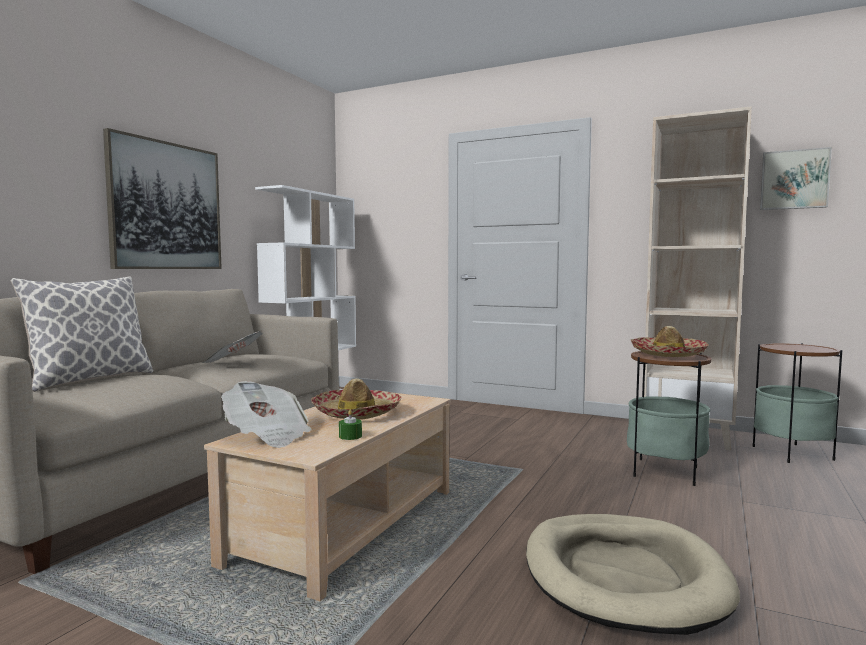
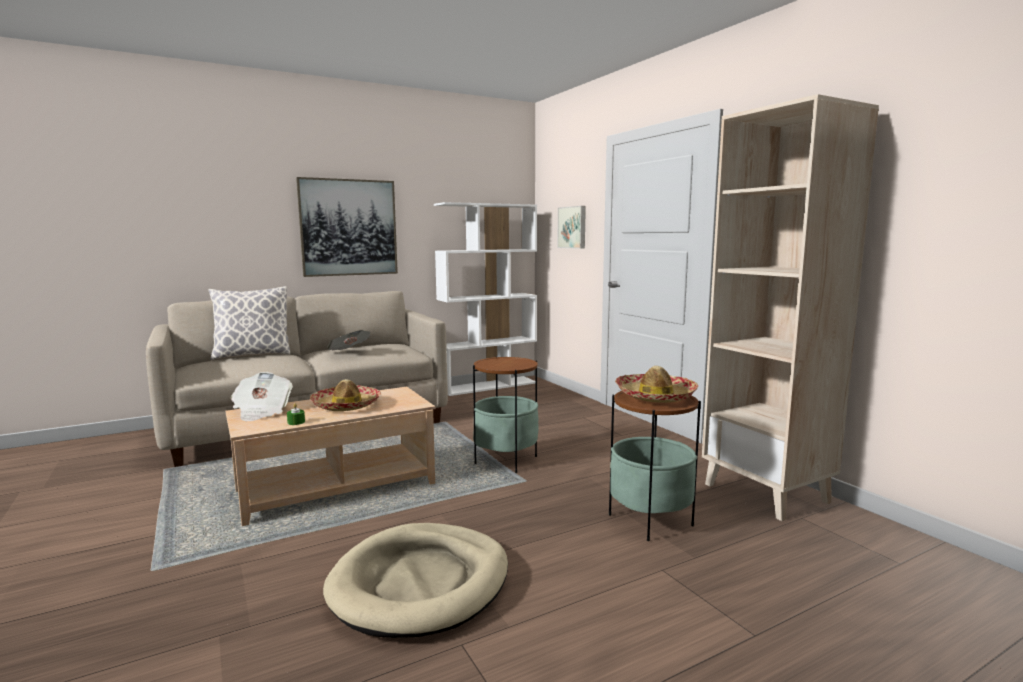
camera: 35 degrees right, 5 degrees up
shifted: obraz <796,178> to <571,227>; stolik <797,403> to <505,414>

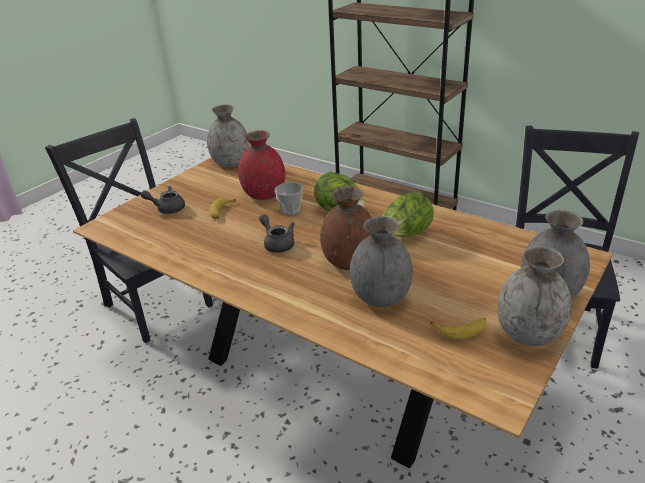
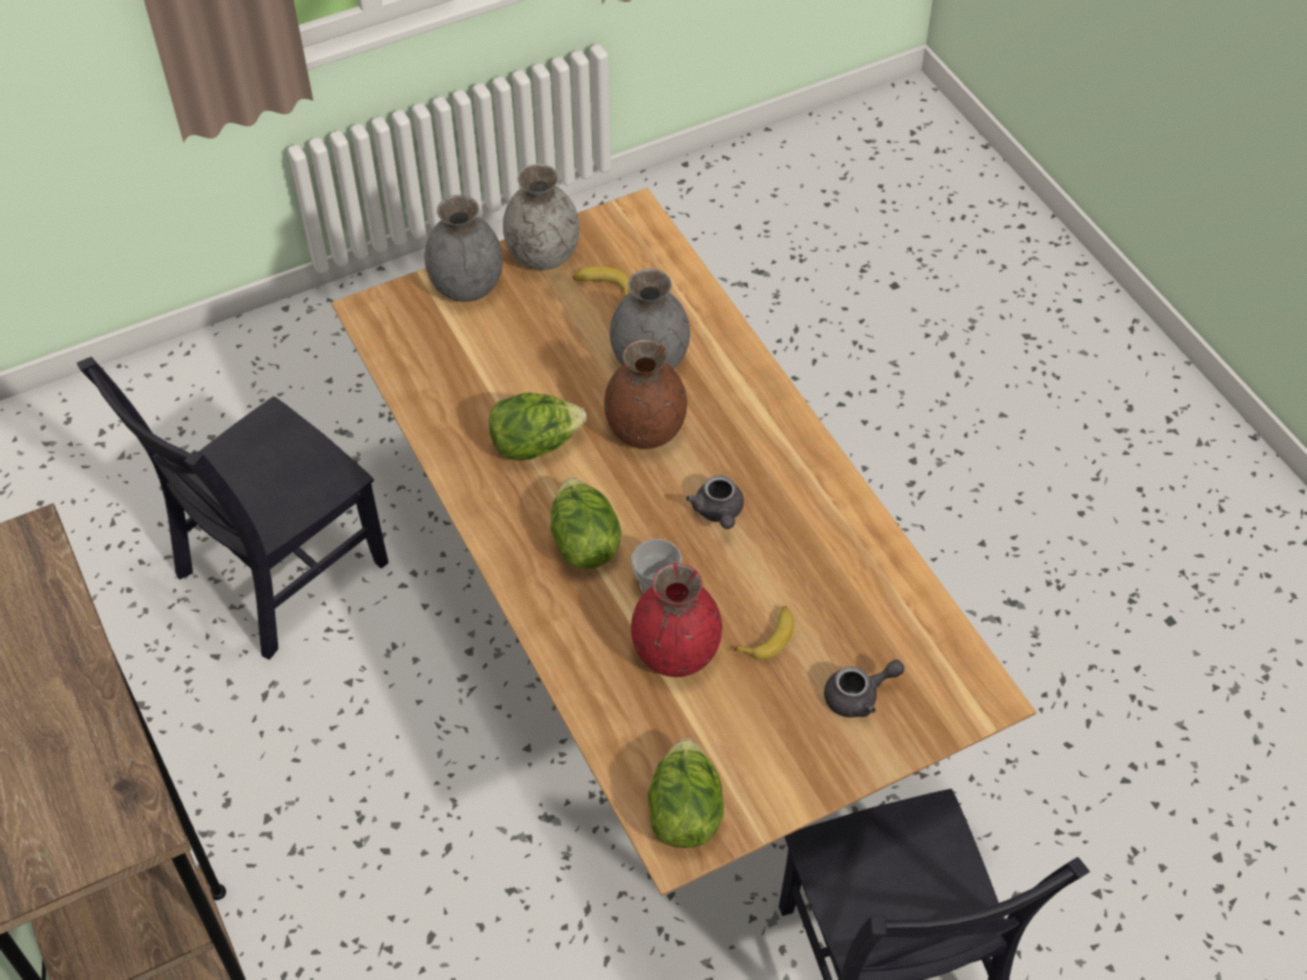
camera: 155 degrees left, 20 degrees up
swapped: wazon [szary] <228,135> to sałata <686,793>
rotated: imbryk [szary] <163,200> = <864,689> 45 degrees counterclockwise

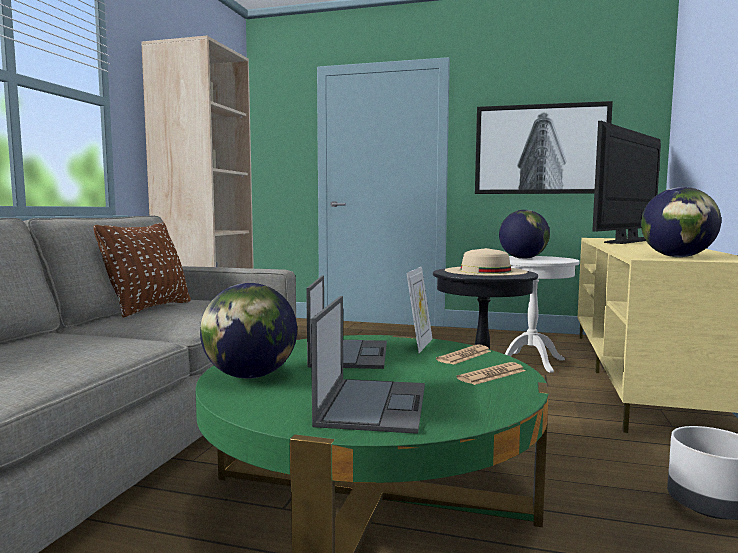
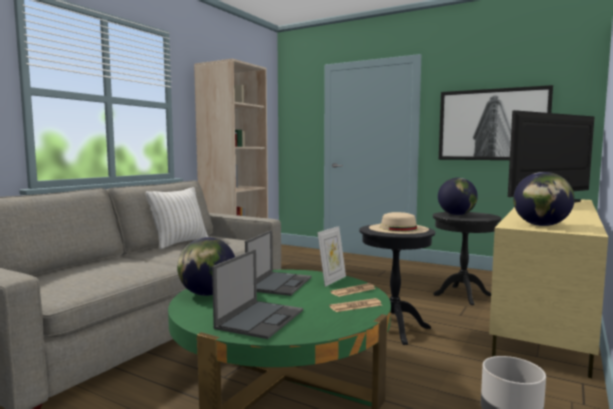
camera: 15 degrees right, 0 degrees up
repainted: poduszka [brązowy] <142,270> to poduszka [biały] <177,218>; stolik [biały] <542,314> to stolik [czarny] <467,258>

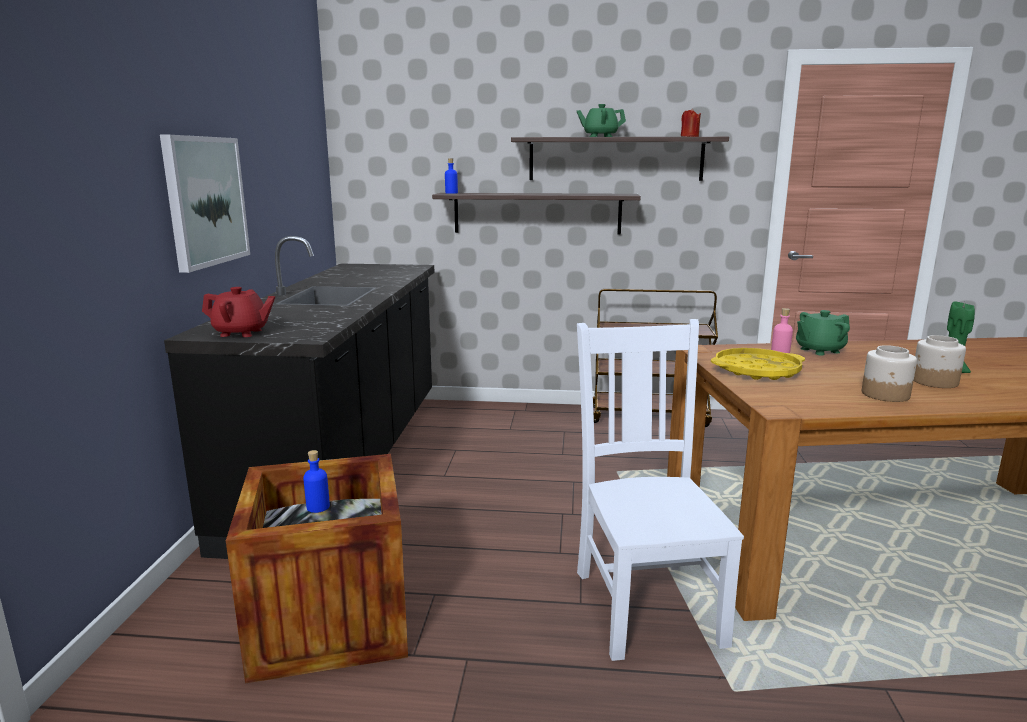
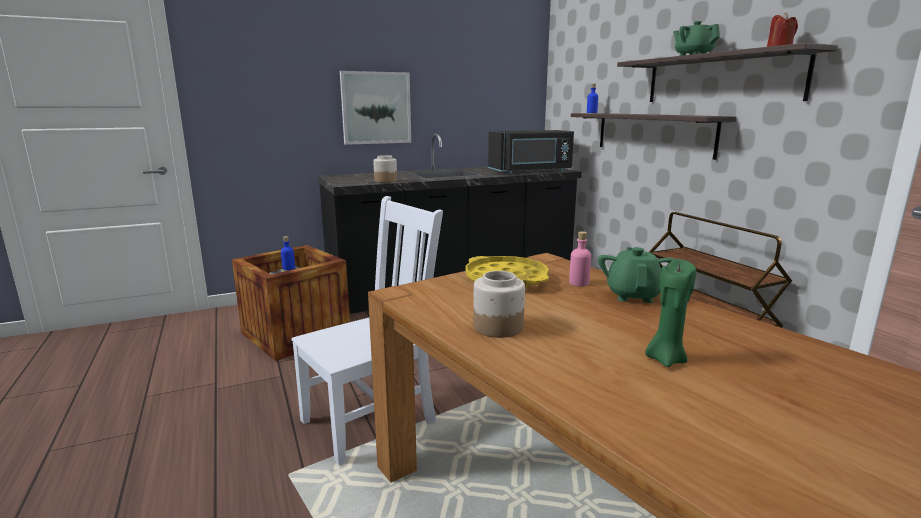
camera: 60 degrees right, 0 degrees up
gone: imbryk [czerwony] <238,312>
new: mikrofalówka [czarny] <531,152>
shifted: słoik <940,361> to <385,169>
rotated: imbryk [zielony] <823,332> = <636,275> 60 degrees clockwise

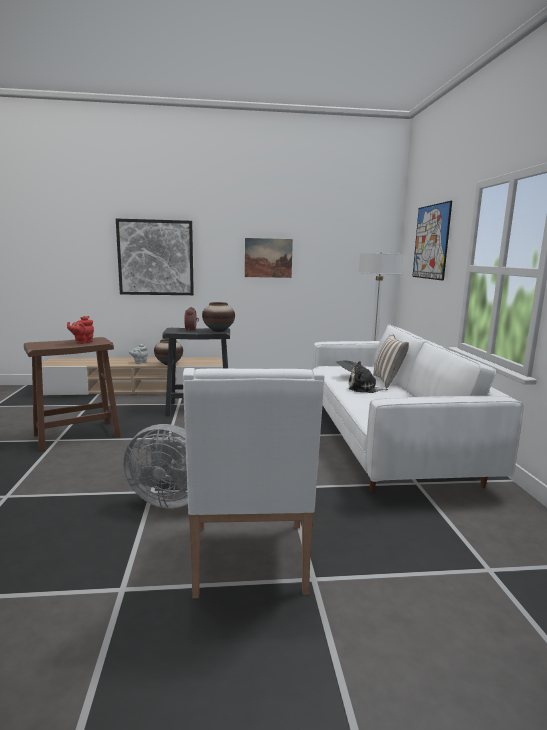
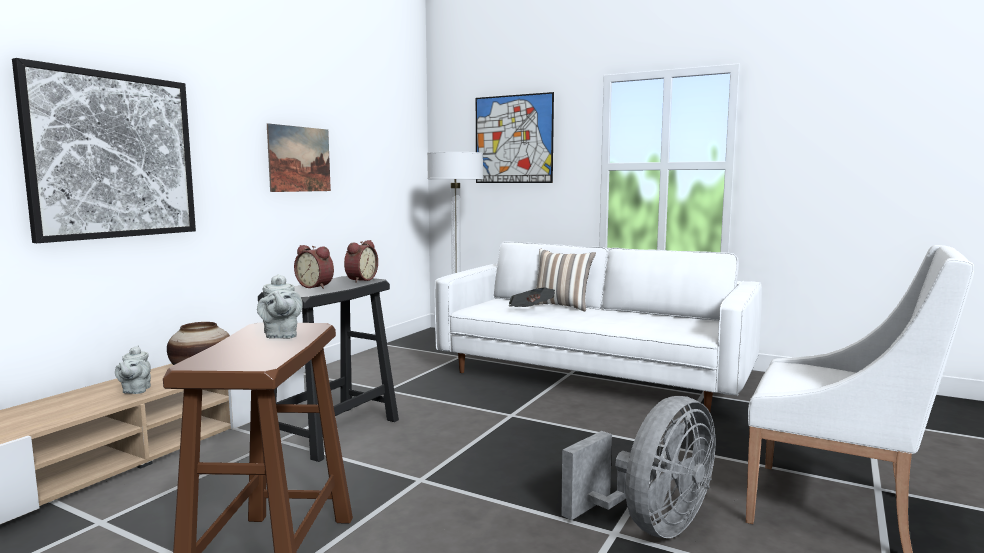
camera: 55 degrees left, 5 degrees down
gone: pluszak <368,377>
swapped: wazon <218,317> to budzik <361,261>
repainted: imbryk [czerwony] <80,330> to imbryk [szary] <280,306>

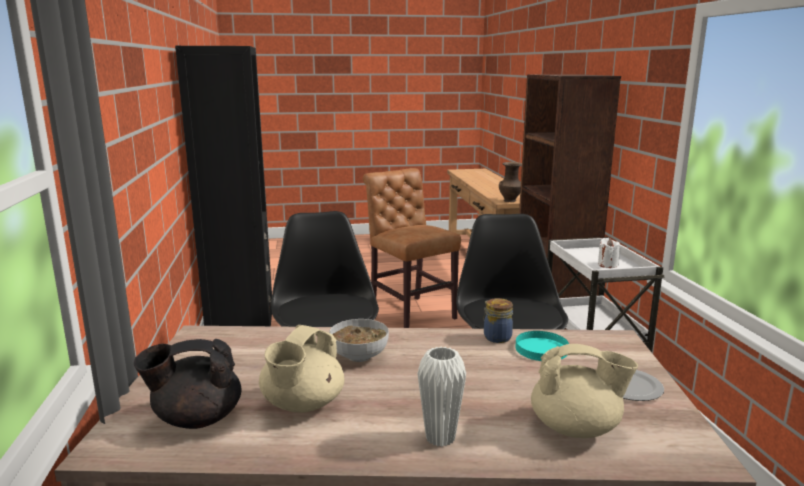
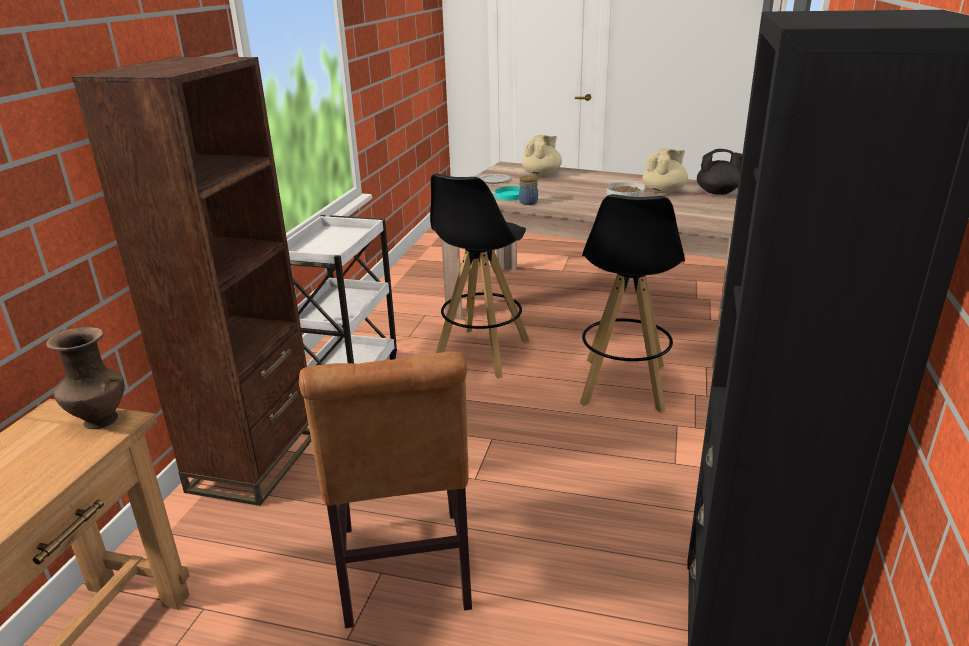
camera: 155 degrees left, 10 degrees up
gone: świeca [biały] <609,253>; wazon [biały] <441,397>
rotated: imbryk [beżowy] <584,391> = <542,155> 90 degrees clockwise

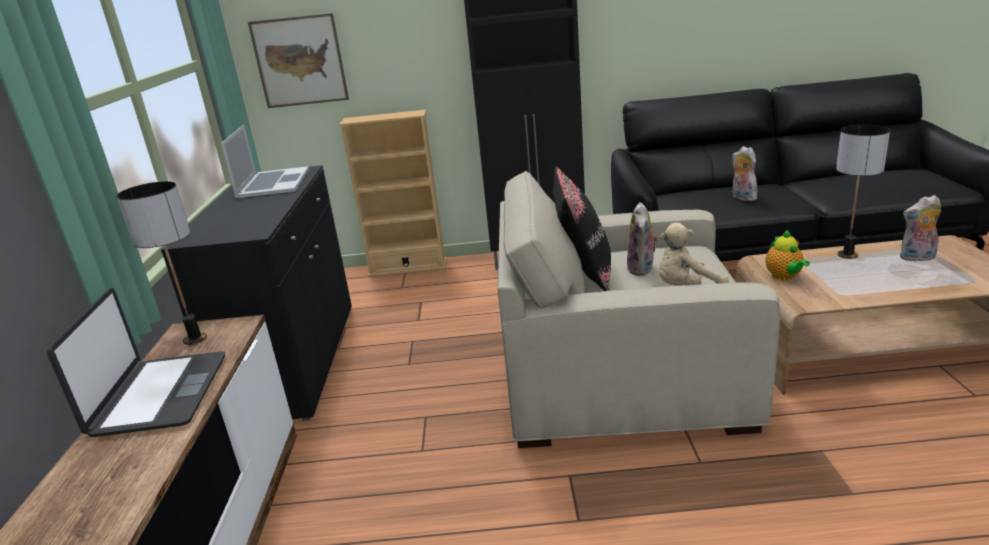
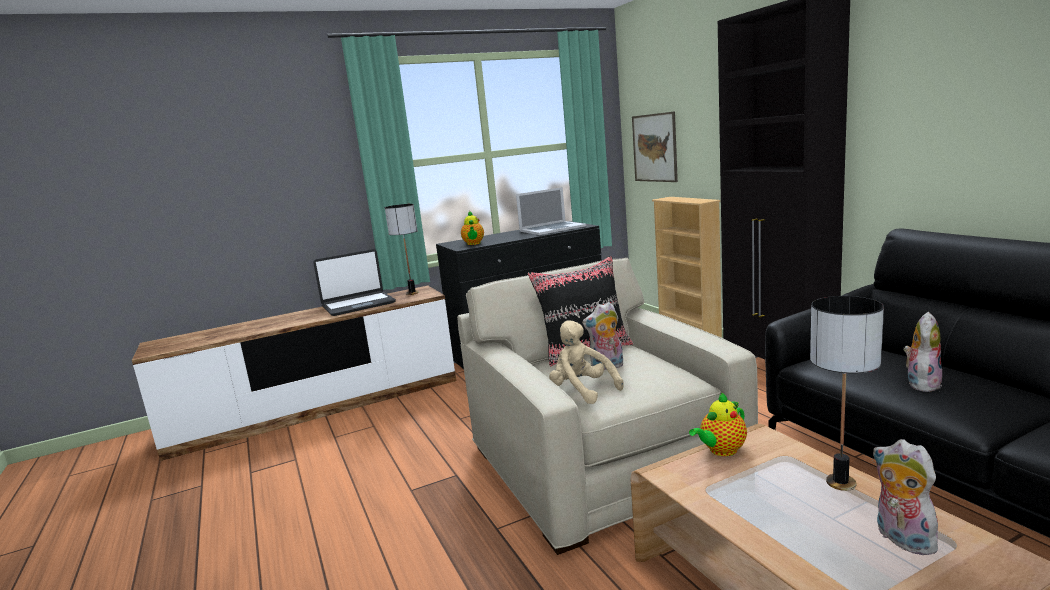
camera: 65 degrees right, 10 degrees down
new: imbryk <472,228>

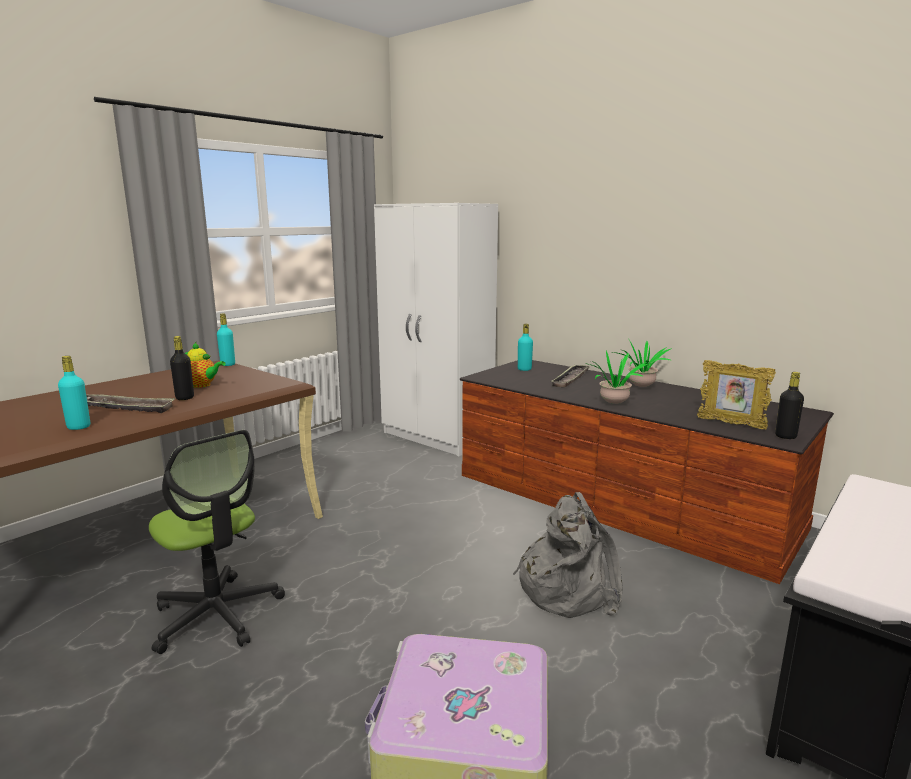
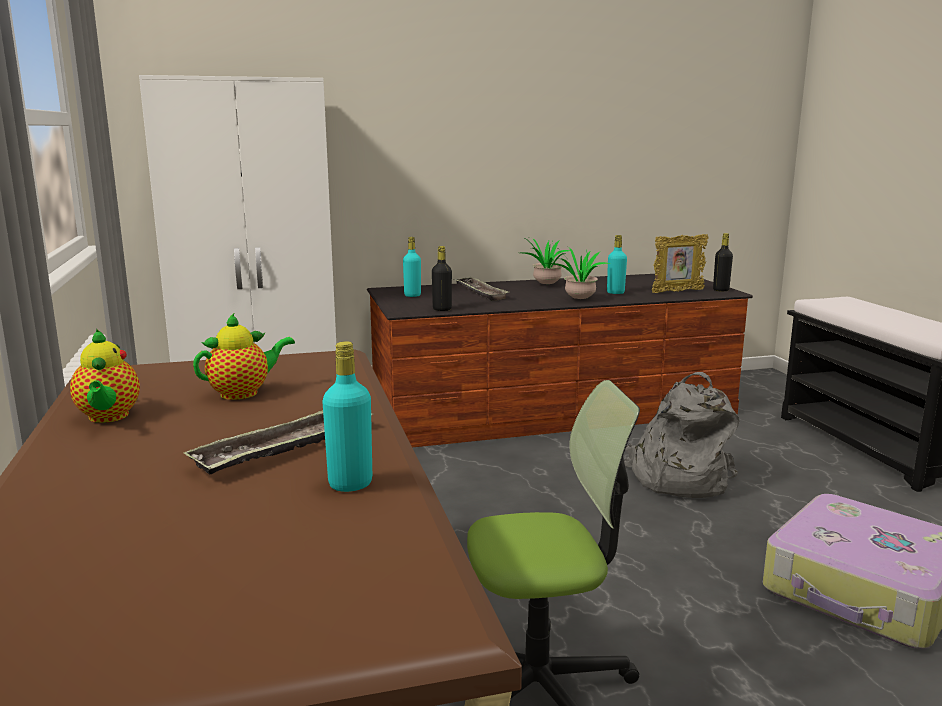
camera: 55 degrees left, 0 degrees up
new: imbryk <105,376>
shifted: butelka [turkusowy] <226,339> to <617,264>; butelka [czarny] <182,368> to <442,278>

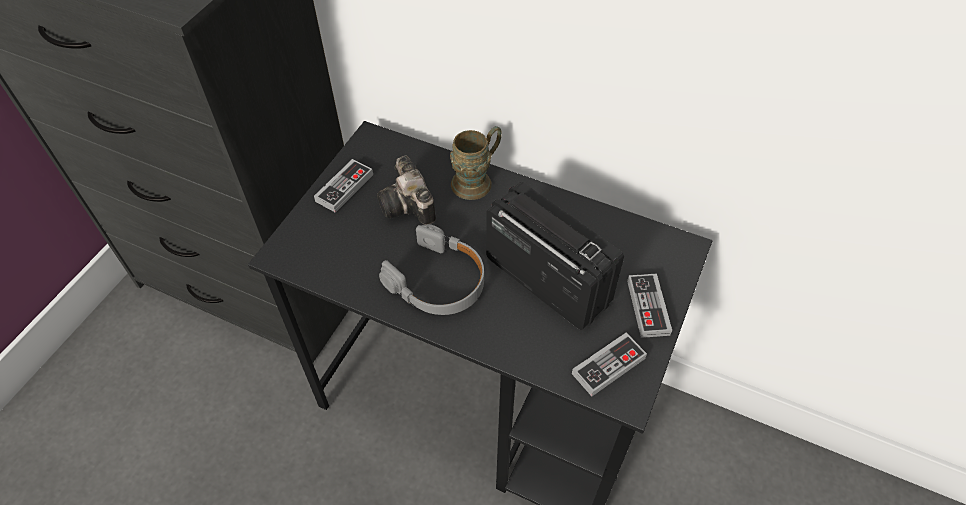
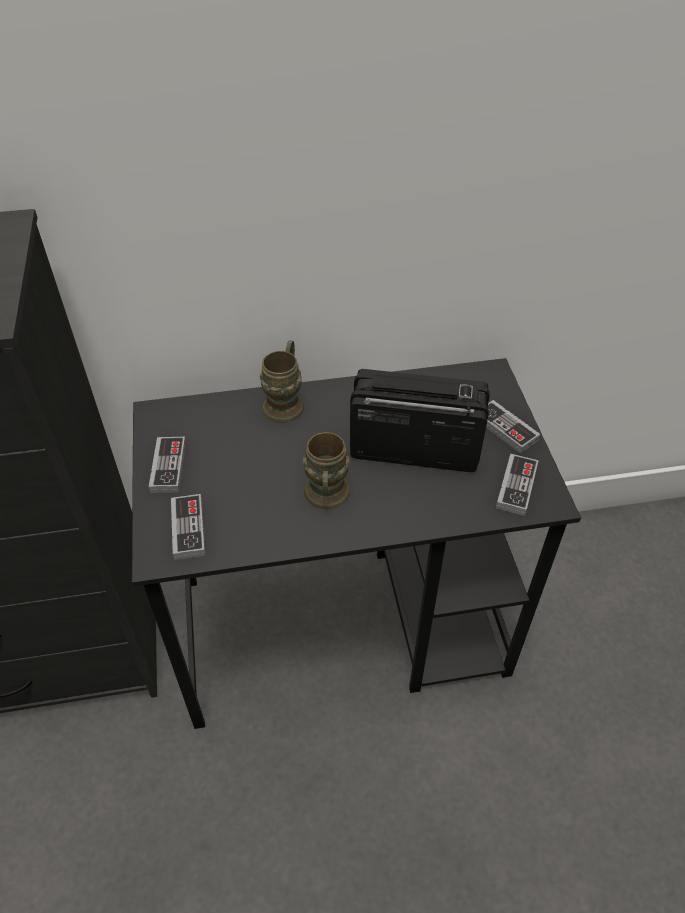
camera: 35 degrees left, 5 degrees down
gone: aparat fotograficzny <406,190>
new: pad do gier <188,527>
swapped: słuchawki [szary] <431,269> to kubek [brązowy] <326,470>

